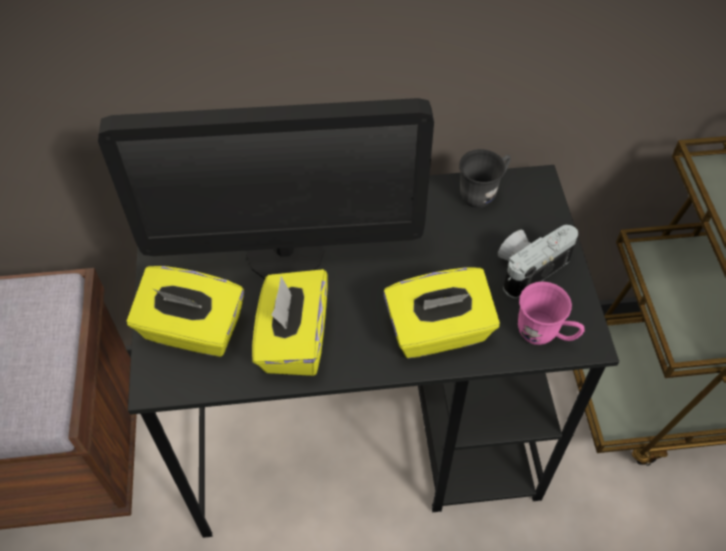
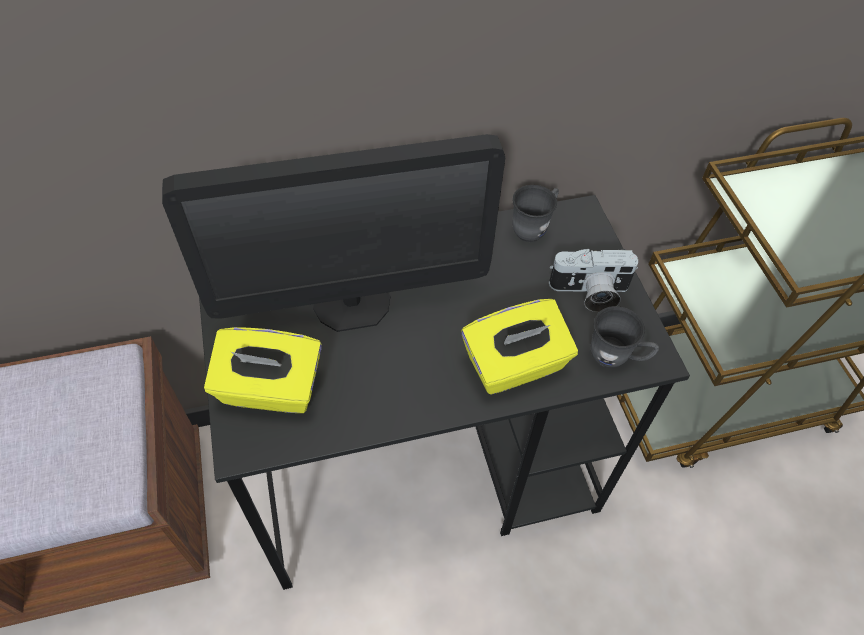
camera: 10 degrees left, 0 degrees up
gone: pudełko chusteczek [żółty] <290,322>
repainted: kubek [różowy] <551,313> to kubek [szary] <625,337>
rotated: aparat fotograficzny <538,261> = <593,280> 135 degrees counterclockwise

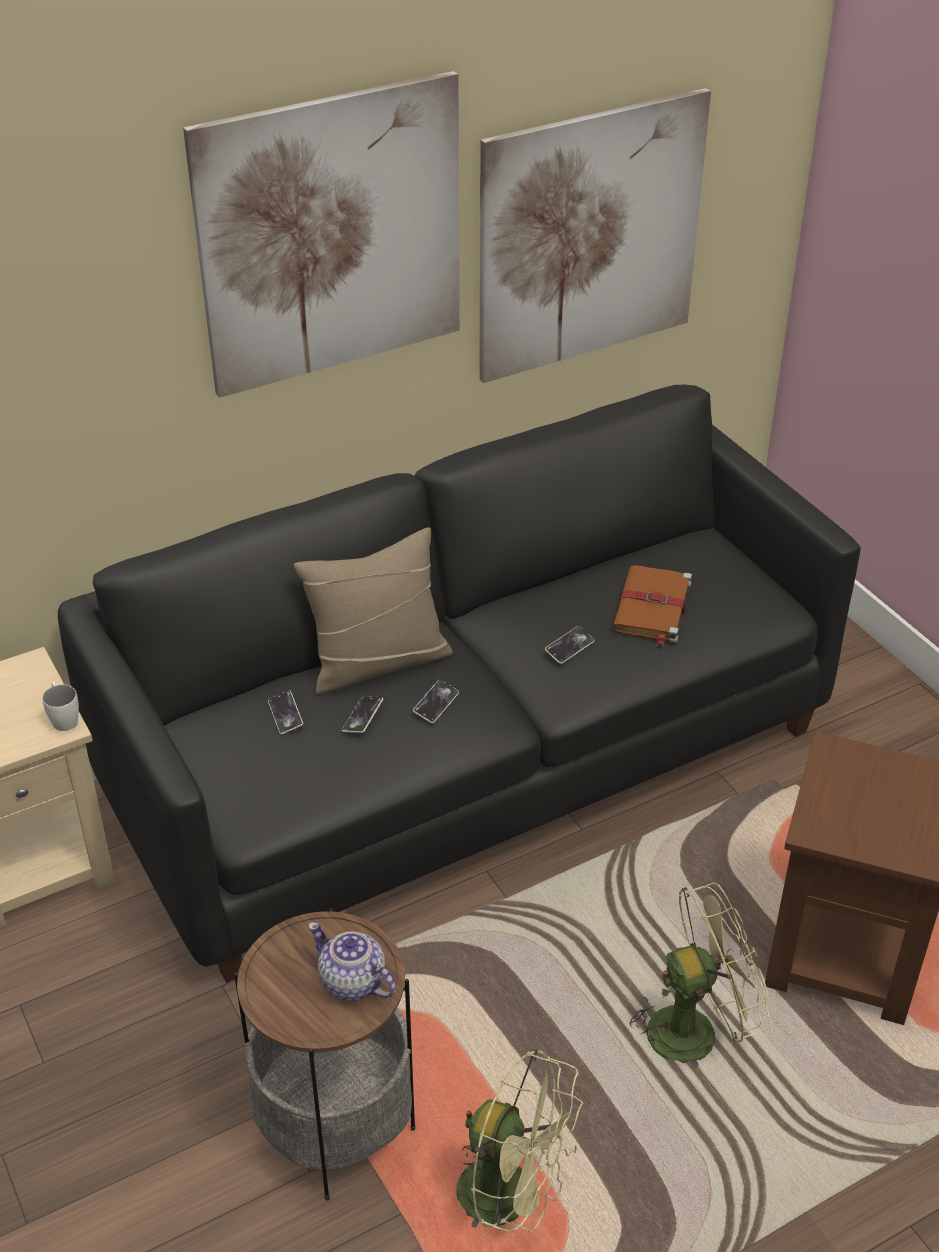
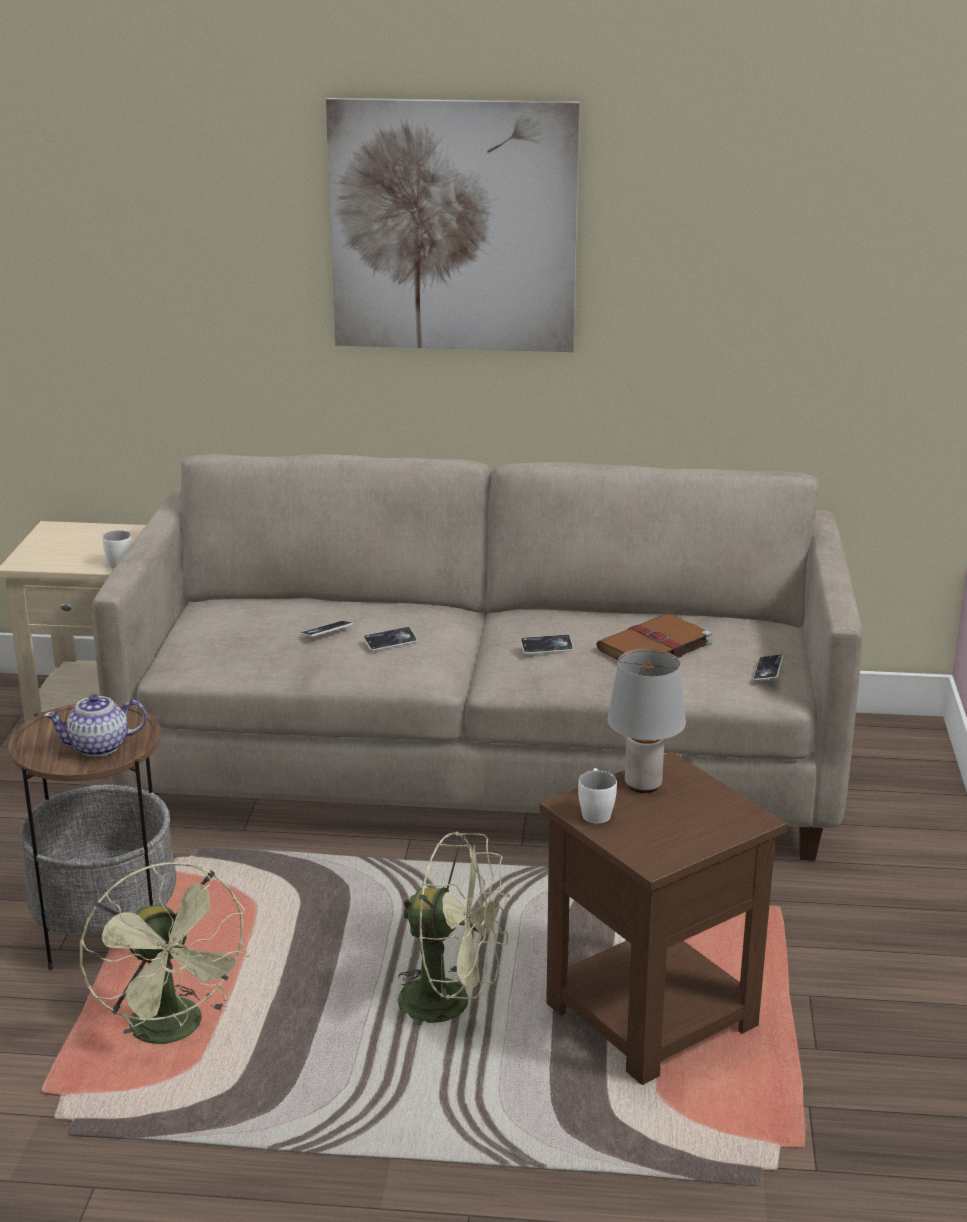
camera: 35 degrees right, 15 degrees down
gone: obraz <595,235>; poduszka [beżowy] <373,610>
new: lampa stołowa [szary] <647,720>; kubek [biały] <597,796>
shifted: telefon <285,712> to <768,668>
repainted: kanapa [czarny] <459,684> to kanapa [beżowy] <477,657>
rotated: imbryk <352,961> = <95,725> 90 degrees counterclockwise

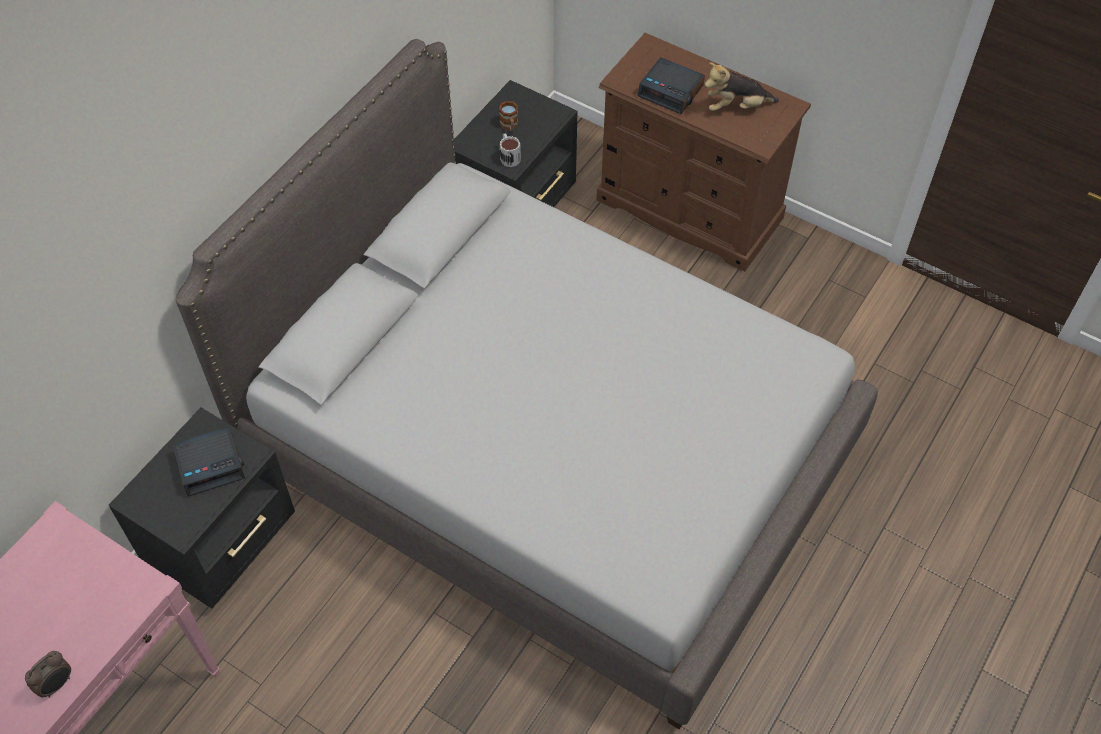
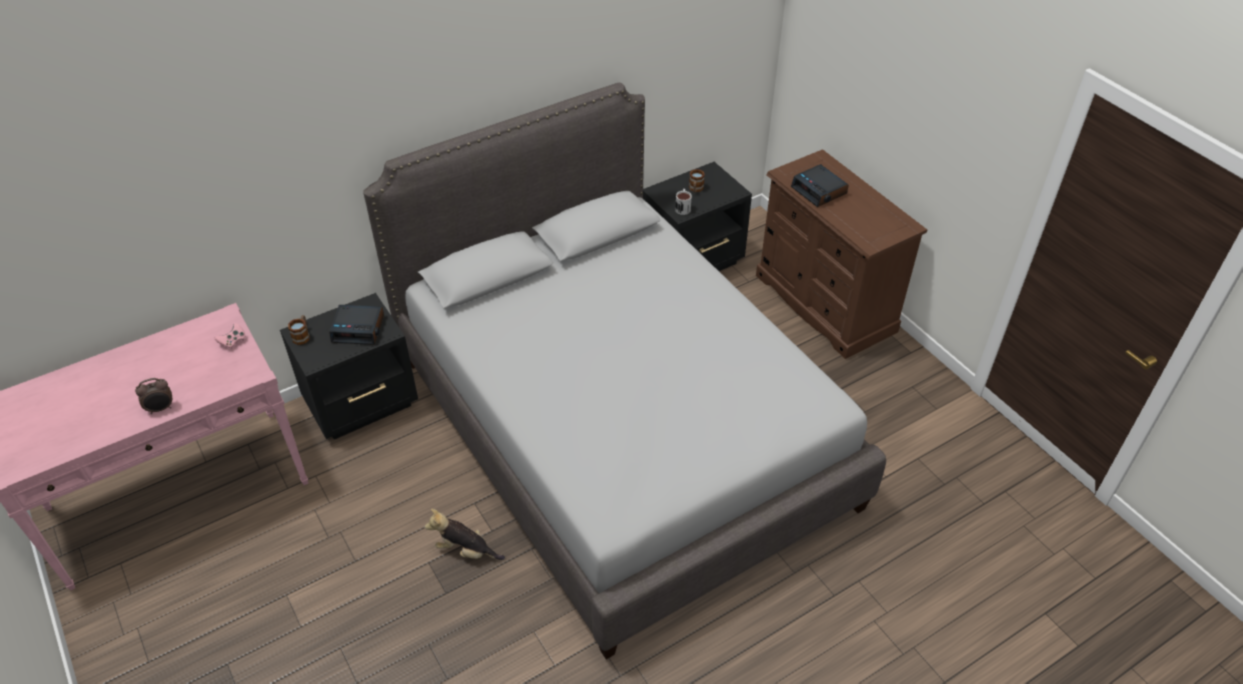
camera: 25 degrees right, 10 degrees down
new: kubek <299,330>; pad do gier [różowy] <230,336>
shifted: pluszak <741,86> to <465,534>

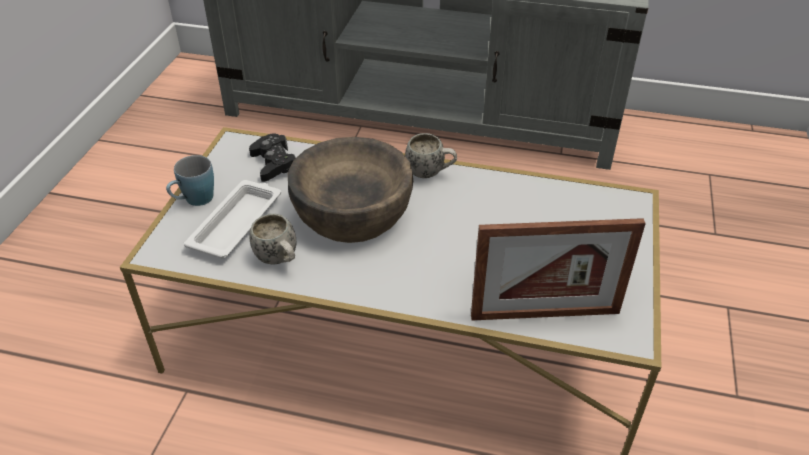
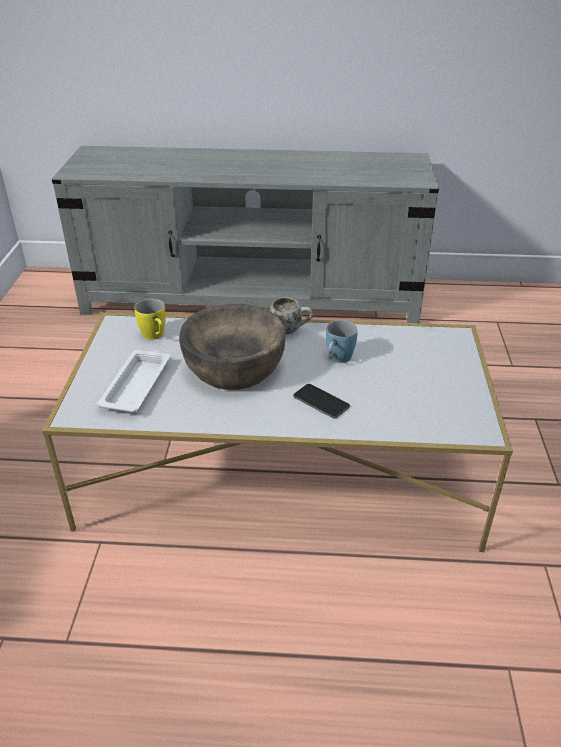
camera: 10 degrees left, 5 degrees down
gone: kubek [biały] <273,239>; ramka na zdjęcie <558,269>
new: telefon <321,401>
shifted: kubek [niebieski] <190,180> to <342,341>
swapped: pad do gier [czarny] <272,158> to kubek [żółty] <150,319>

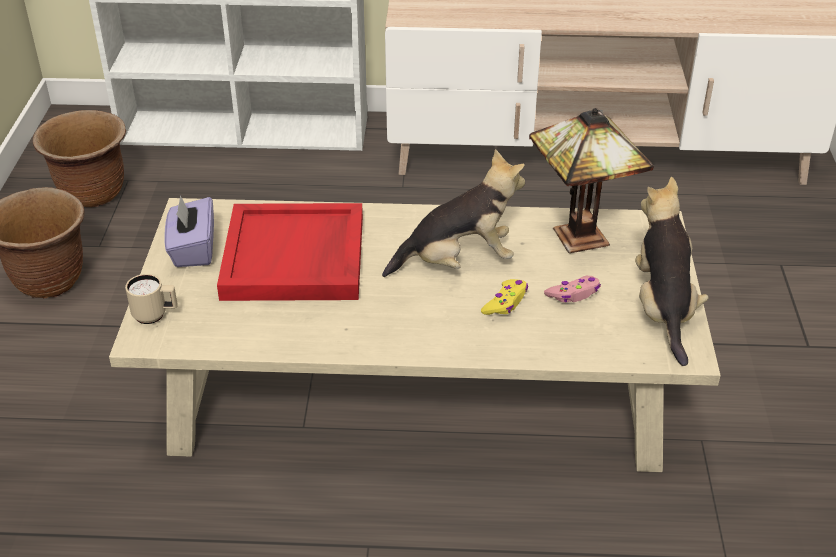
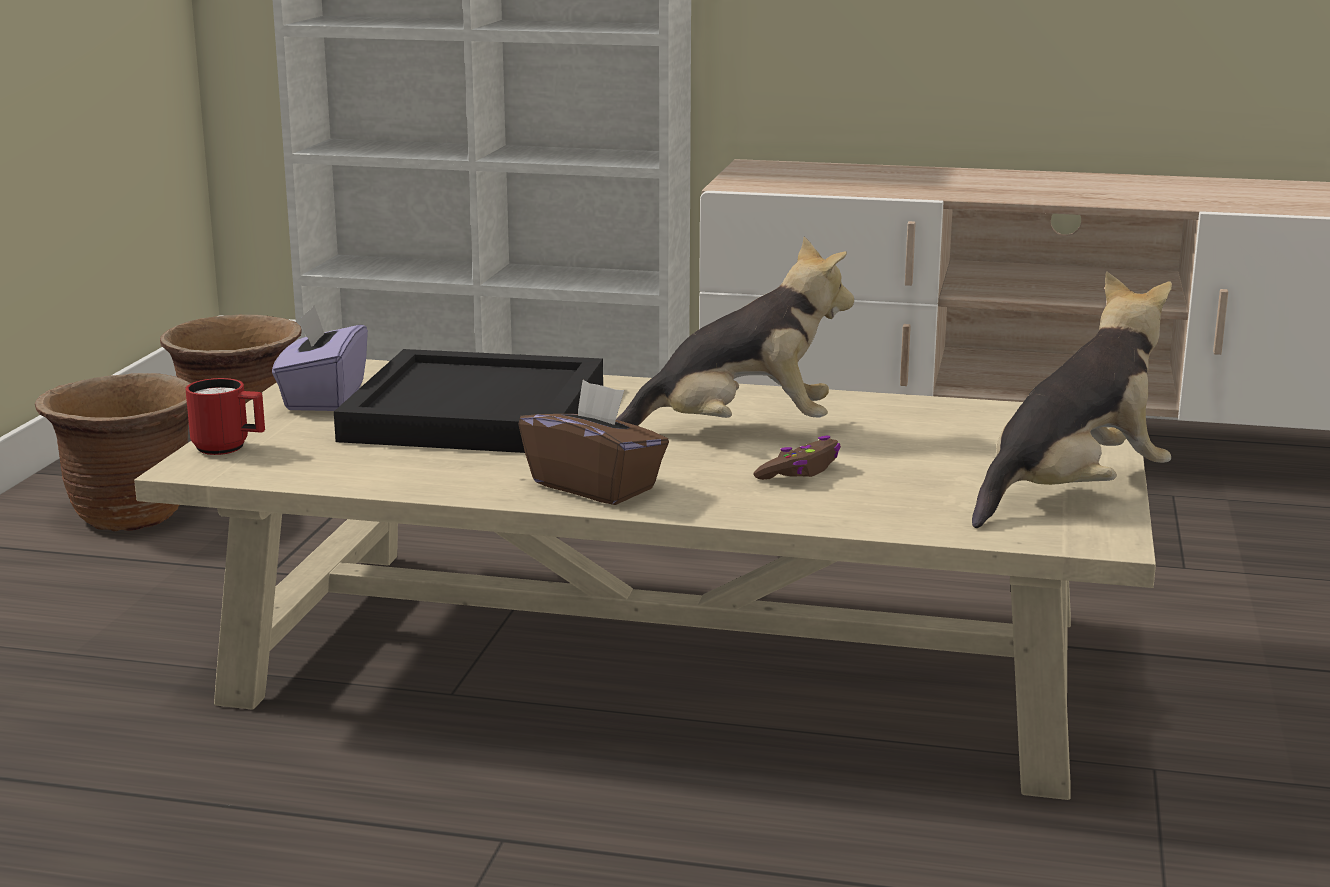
camera: 10 degrees right, 20 degrees down
gone: lampa stołowa <591,180>; pad do gier [różowy] <572,289>
new: pudełko chusteczek [brązowy] <593,442>
repainted: taca [czerwony] <290,252> to taca [czarny] <468,401>; kubek [beżowy] <151,299> to kubek [czerwony] <225,416>; pad do gier [żółty] <504,297> to pad do gier [brązowy] <797,458>
rotated: pluszak <672,271> = <1072,399> 45 degrees clockwise

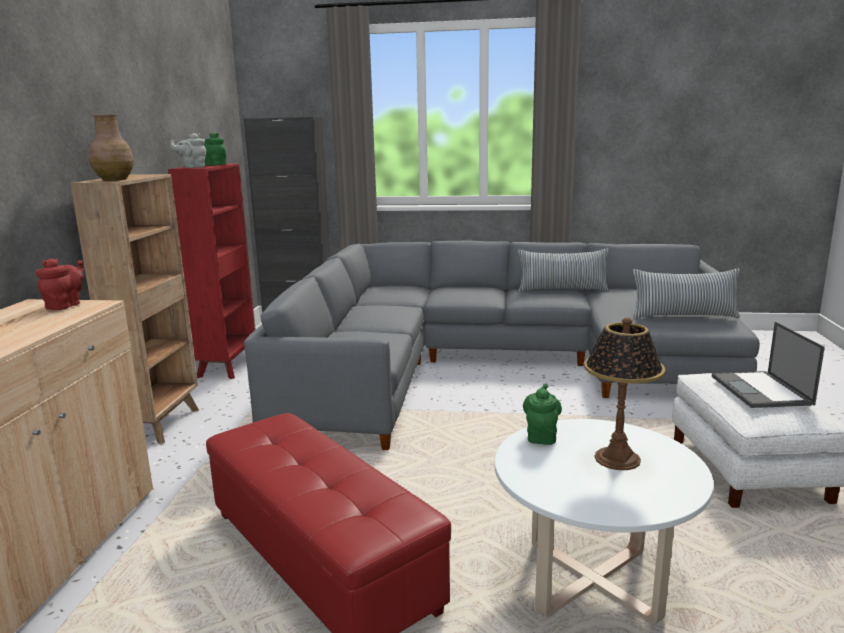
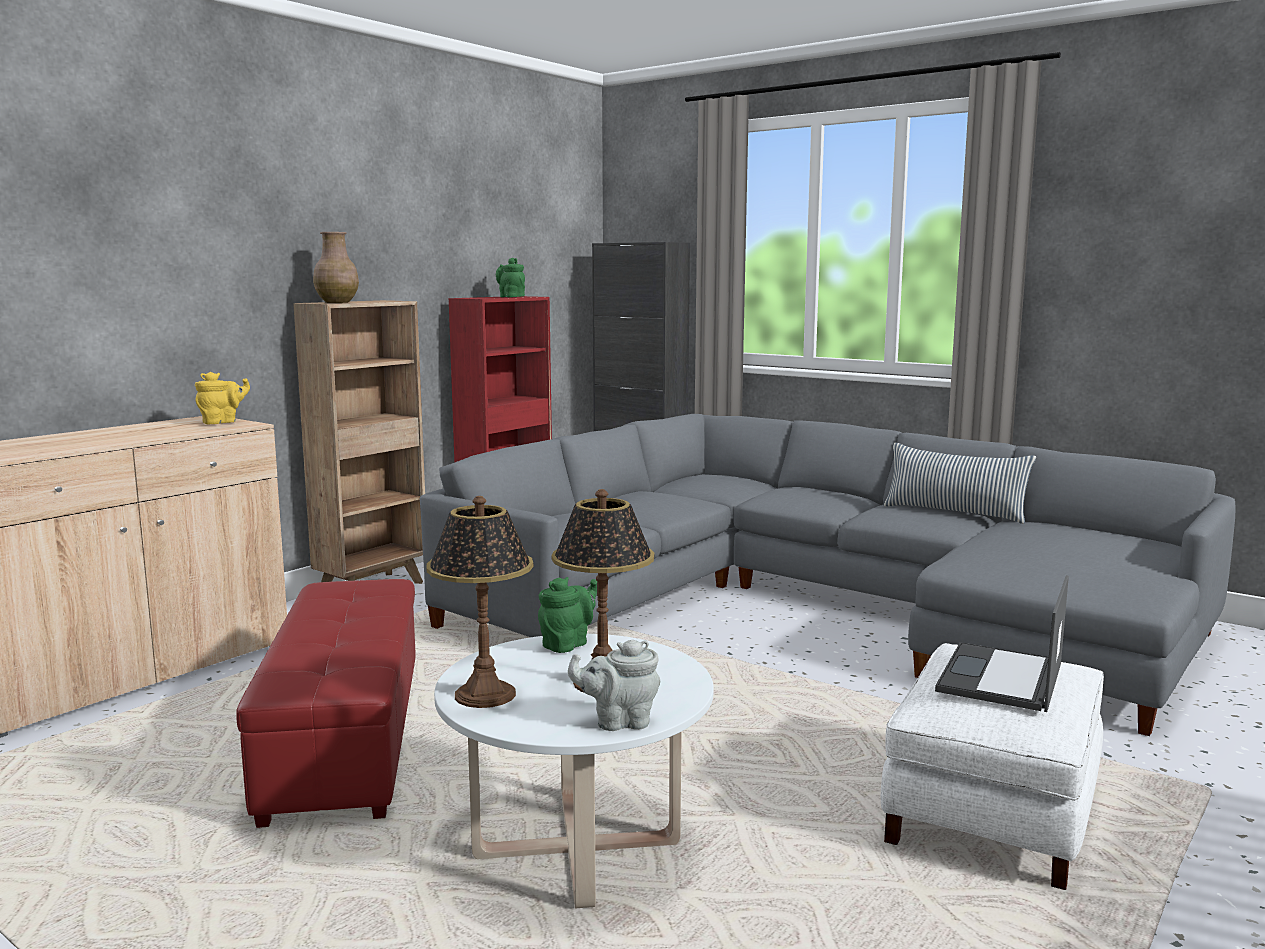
camera: 30 degrees right, 5 degrees down
gone: poduszka <686,293>
new: lampa stołowa <480,602>
shifted: imbryk [szary] <188,150> to <614,685>
repainted: imbryk [czerwony] <60,284> to imbryk [żółty] <222,398>

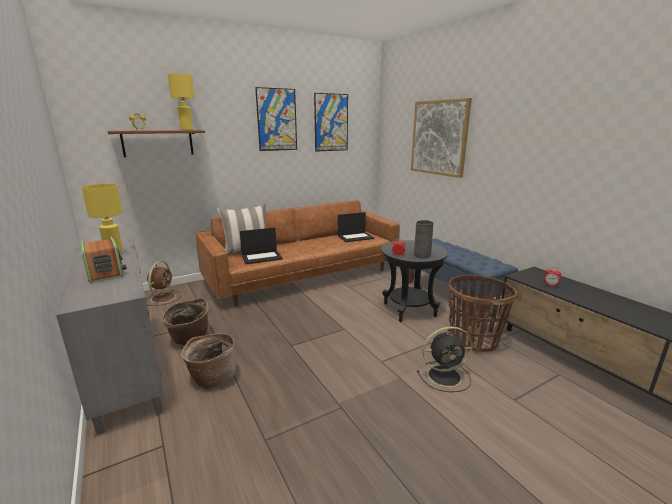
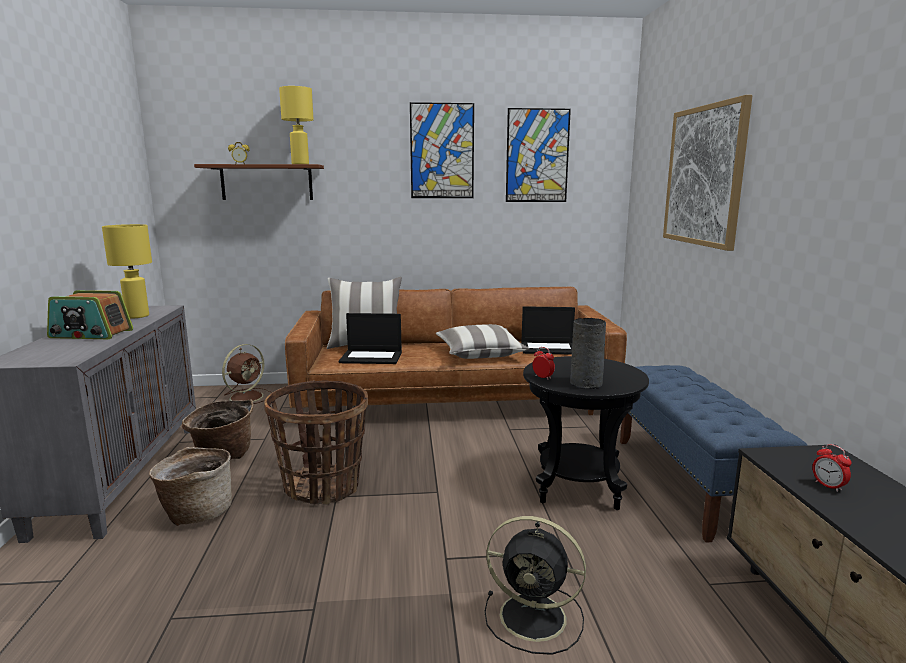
camera: 25 degrees right, 5 degrees down
new: poduszka <483,341>
shifted: koszyk <482,313> to <316,442>
rotated: radio <103,260> = <90,314> 105 degrees clockwise

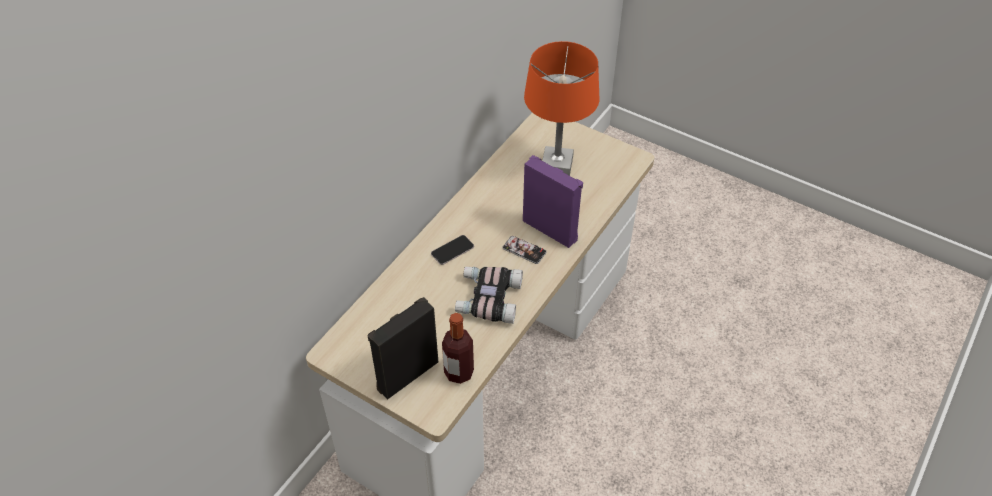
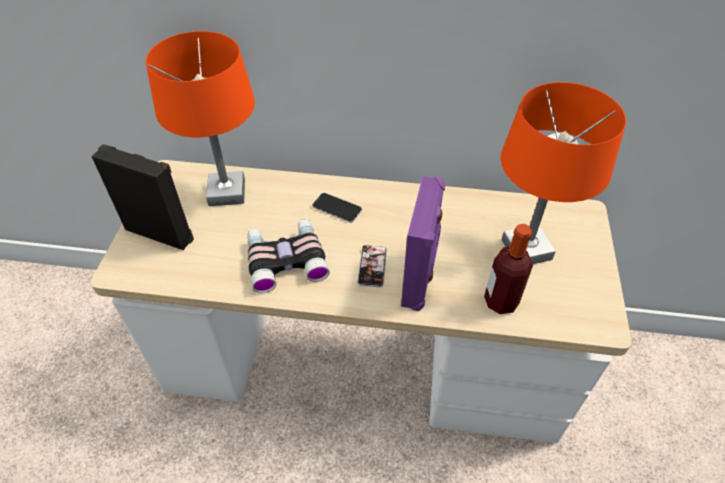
camera: 65 degrees right, 0 degrees up
new: lampa stołowa [pomarańczowy] <200,118>
shifted: butelka <458,348> to <508,269>

